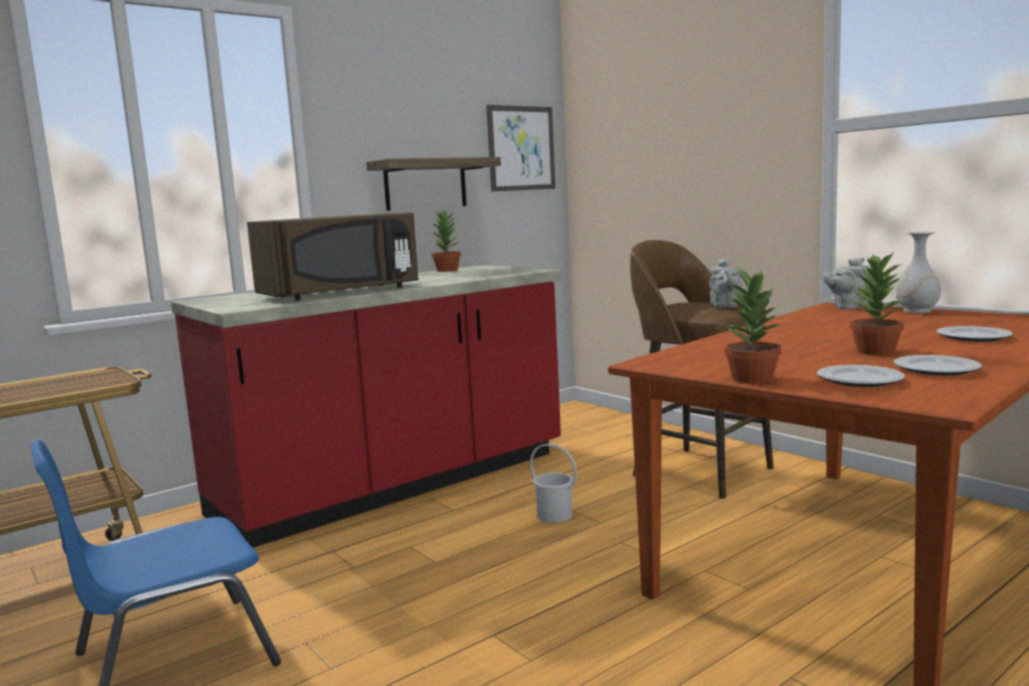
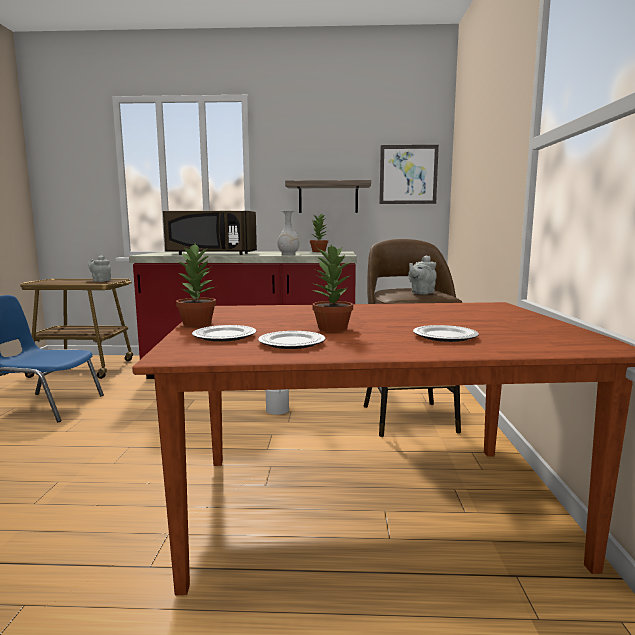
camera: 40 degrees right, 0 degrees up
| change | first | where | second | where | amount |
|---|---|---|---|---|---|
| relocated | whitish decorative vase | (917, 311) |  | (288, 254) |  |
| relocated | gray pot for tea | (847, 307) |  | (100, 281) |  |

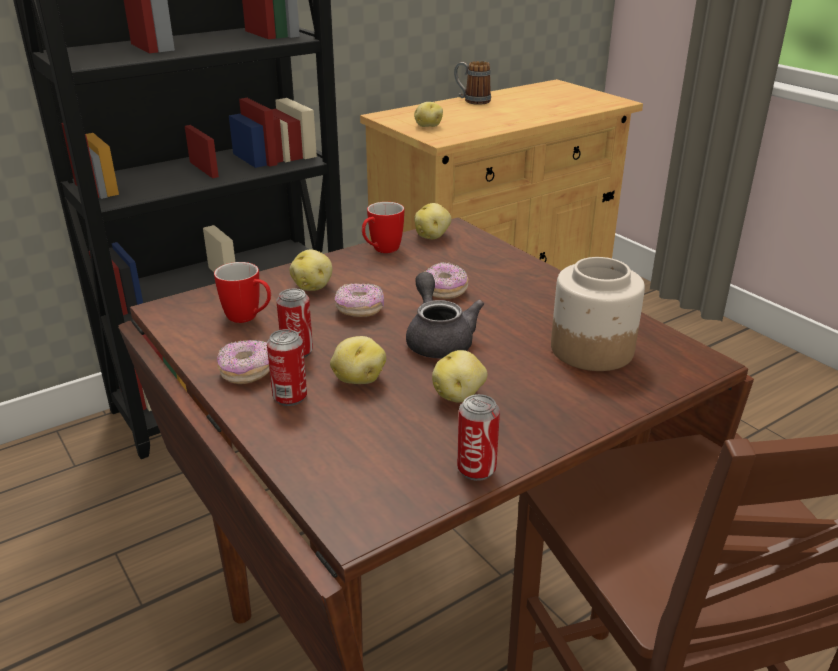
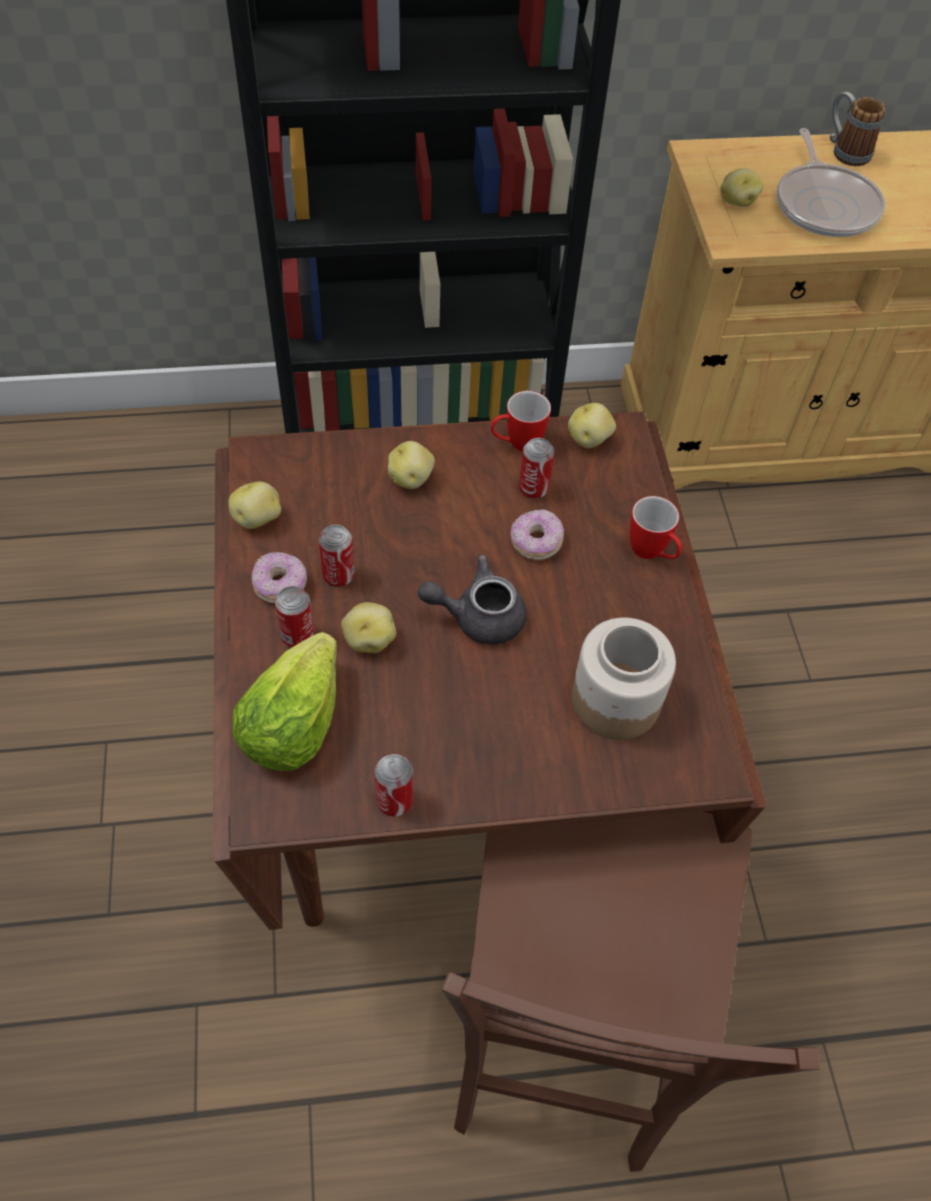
camera: 25 degrees right, 25 degrees up
| change | first | where | second | where | amount |
|---|---|---|---|---|---|
| relocated | coffee mug | (249, 318) |  | (652, 554) |  |
| spun | gray pot for tea | (438, 339) |  | (478, 616) | 105 degrees counterclockwise |
| missing | doughnut | (359, 310) |  |  |  |
| relocated | potato | (459, 395) |  | (258, 518) |  |
| appeared |  |  | skillet | (825, 205) |  |
| appeared |  |  | can | (533, 489) |  |
| appeared |  |  | head of lettuce | (292, 725) |  |

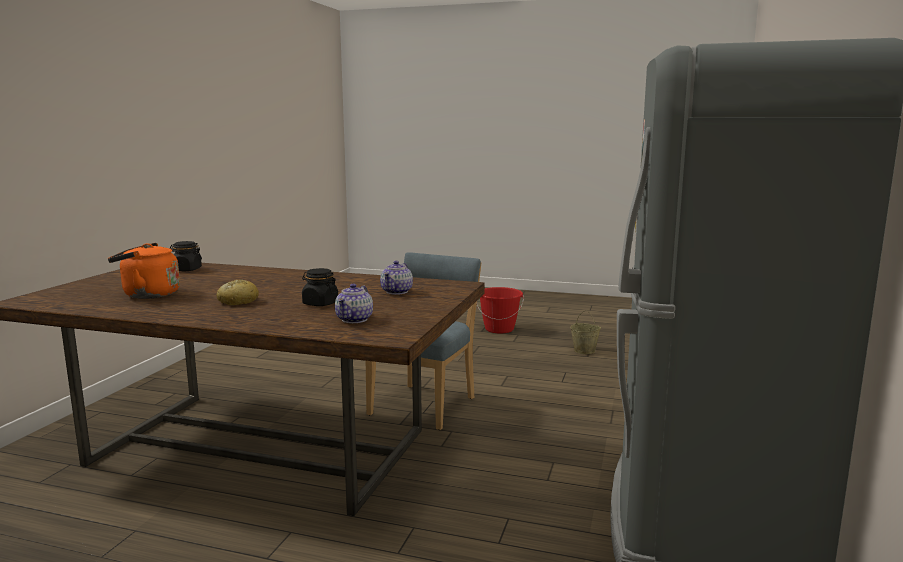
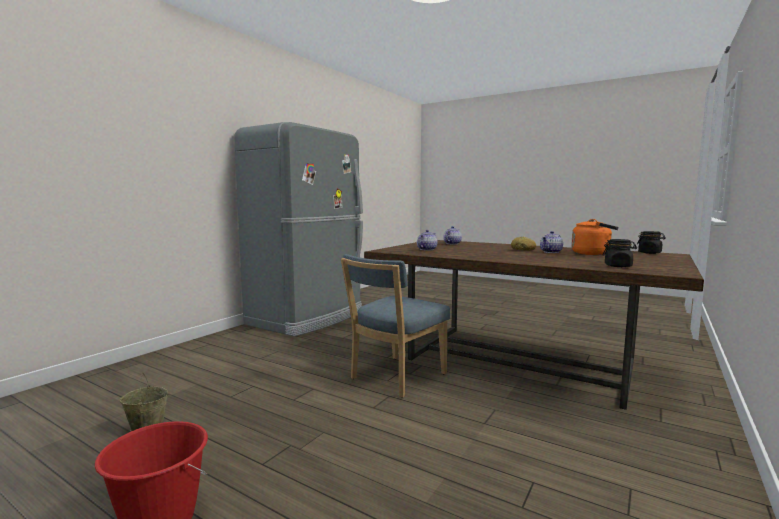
camera: 165 degrees left, 5 degrees down
| change | first | where | second | where | amount |
|---|---|---|---|---|---|
| relocated | black jar | (320, 303) |  | (650, 253) |  |
| appeared |  |  | pot for tea | (551, 252) |  |

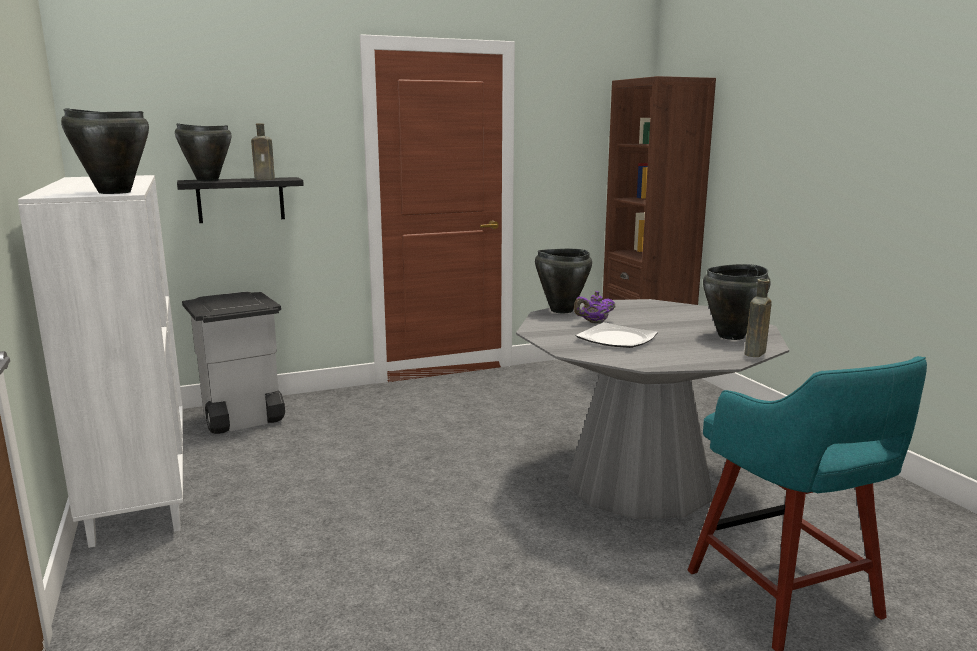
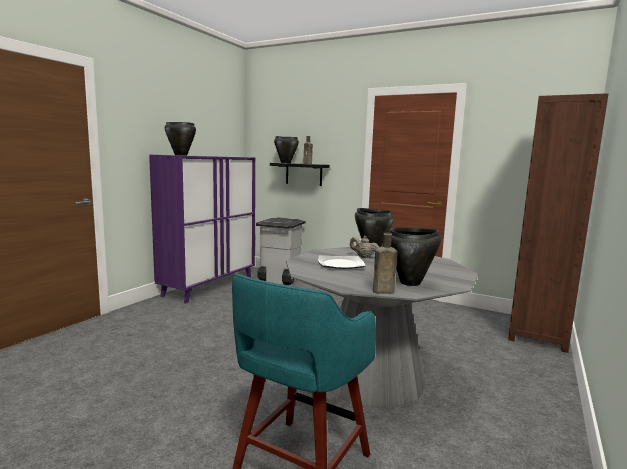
camera: 50 degrees right, 5 degrees down
| change | first | where | second | where | amount |
|---|---|---|---|---|---|
| colour | whitish cabinet | (140, 482) | purple-coloured cabinet | (209, 286) |  |
| colour | purple-coloured pot for tea | (594, 322) | sand-coloured pot for tea | (363, 257) |  |

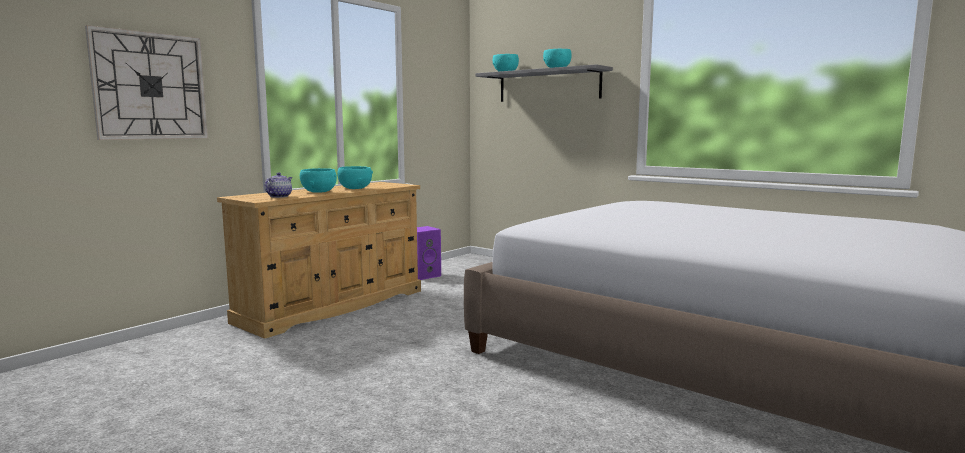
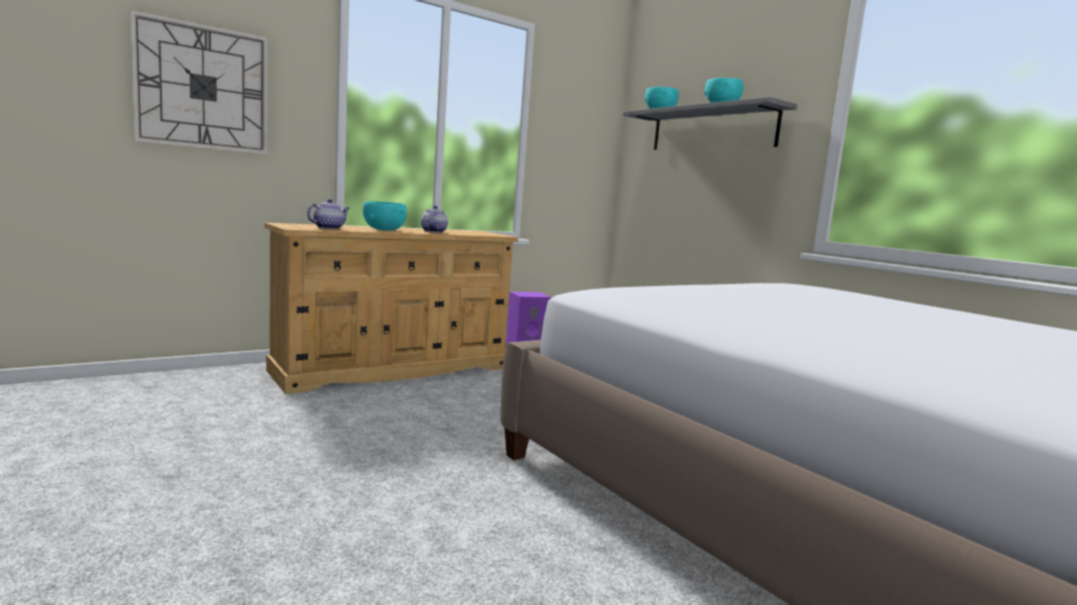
camera: 15 degrees right, 0 degrees up
| change | first | where | second | where | amount |
|---|---|---|---|---|---|
| exchanged | turquoise-coloured deep dish | (355, 188) | pot for tea | (433, 232) |  |

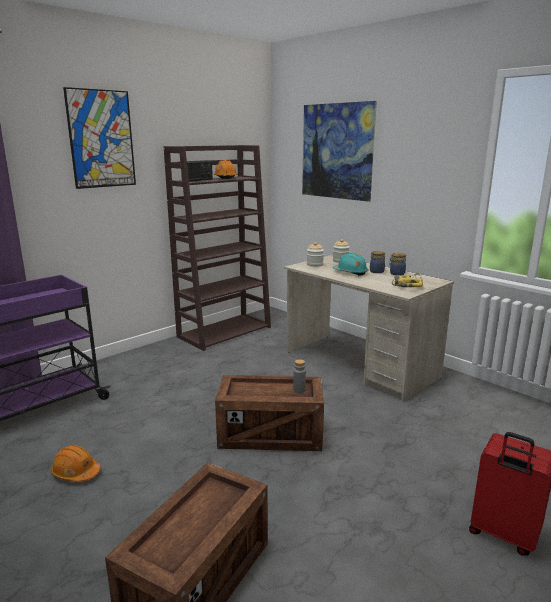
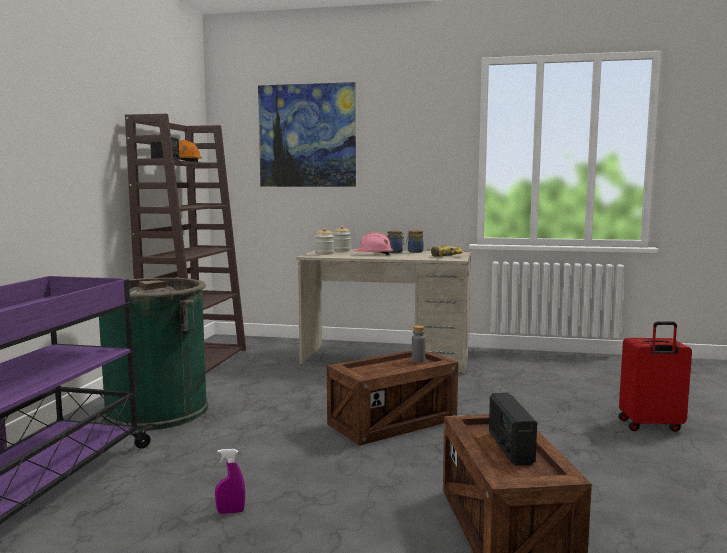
camera: 35 degrees left, 10 degrees down
| change | first | where | second | where | amount |
|---|---|---|---|---|---|
| missing | wall picture | (101, 139) |  |  |  |
| colour | turquoise-coloured work helmet | (350, 272) | pink-coloured work helmet | (373, 254) |  |
| exchanged | orange work helmet | (76, 472) | purple-coloured spray bottle | (230, 512) |  |
| appeared |  |  | green rubbish bin | (157, 411) |  |
| appeared |  |  | radio set | (509, 447) |  |

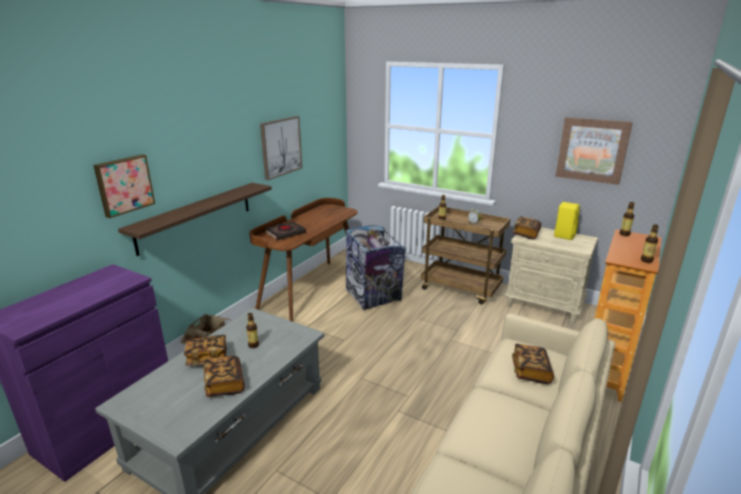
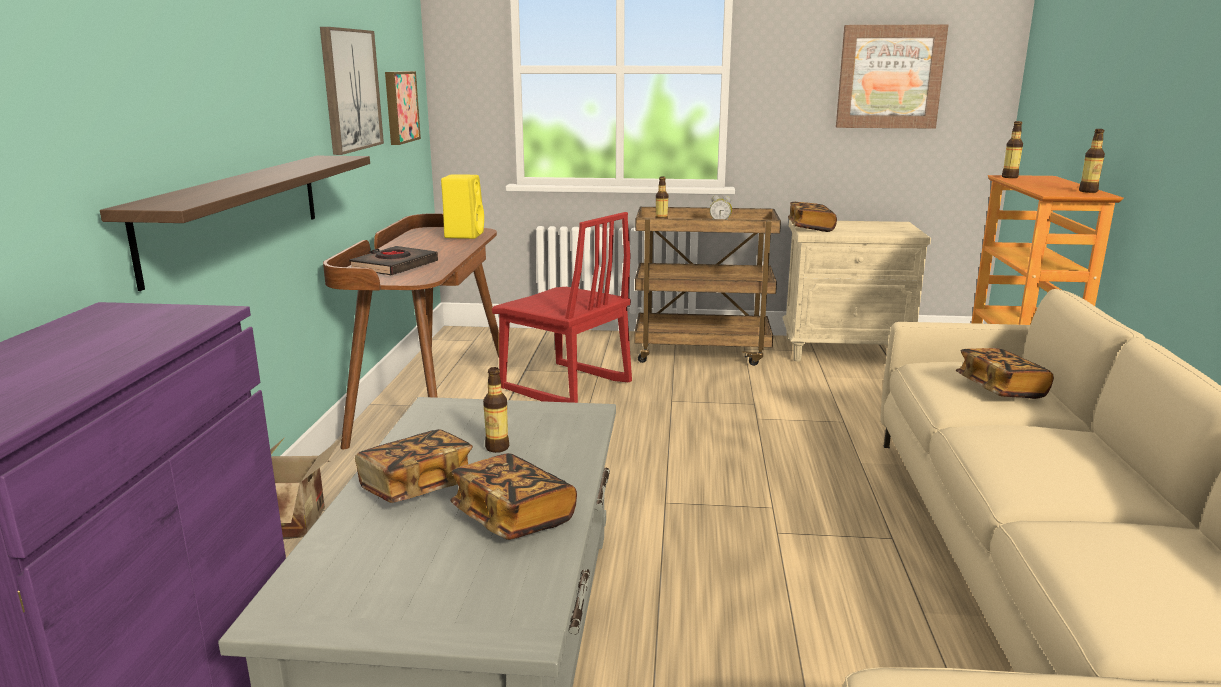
camera: 25 degrees left, 5 degrees down
| change | first | where | second | where | amount |
|---|---|---|---|---|---|
| relocated | wall picture | (124, 185) |  | (399, 107) |  |
| relocated | yellow-coloured loudspeaker | (564, 235) |  | (464, 235) |  |
| exchanged | rubbish bin | (373, 297) | red-coloured plain chair | (565, 386) |  |

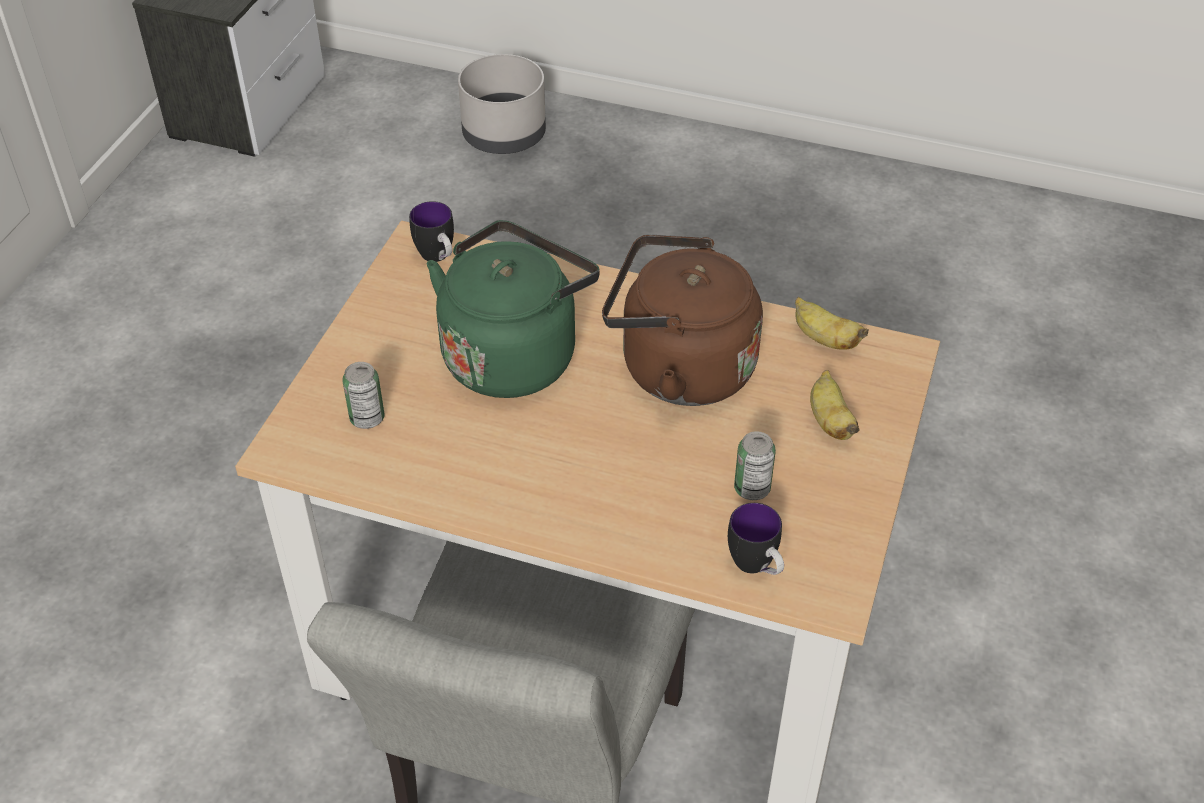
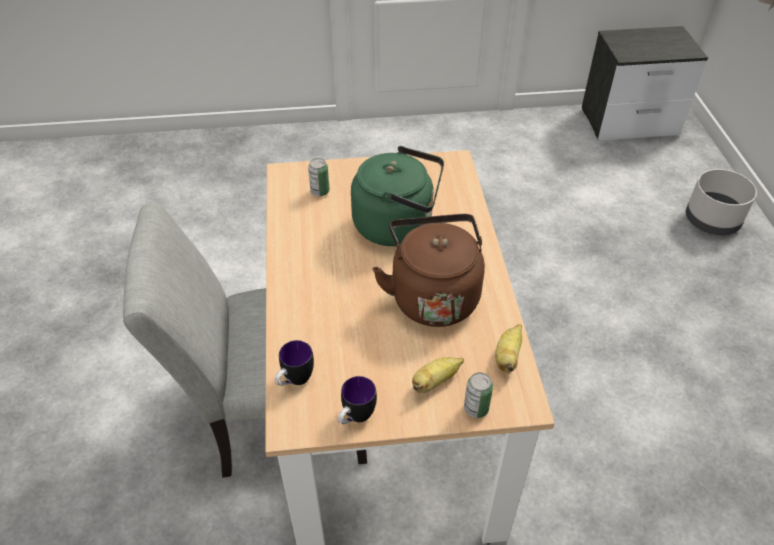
camera: 65 degrees right, 0 degrees up
| change | first | where | second | where | amount |
|---|---|---|---|---|---|
| relocated | coffee mug | (438, 258) |  | (355, 418) |  |
| relocated | can | (752, 489) |  | (476, 408) |  |

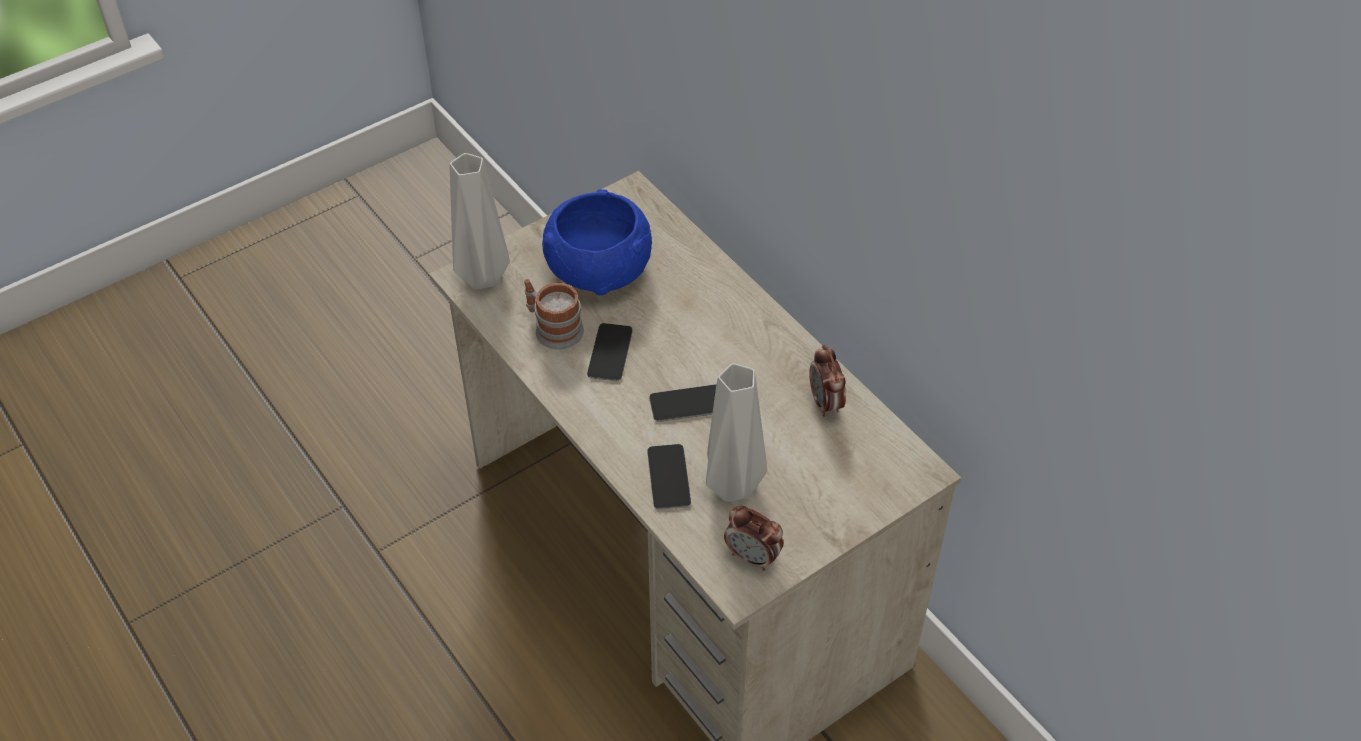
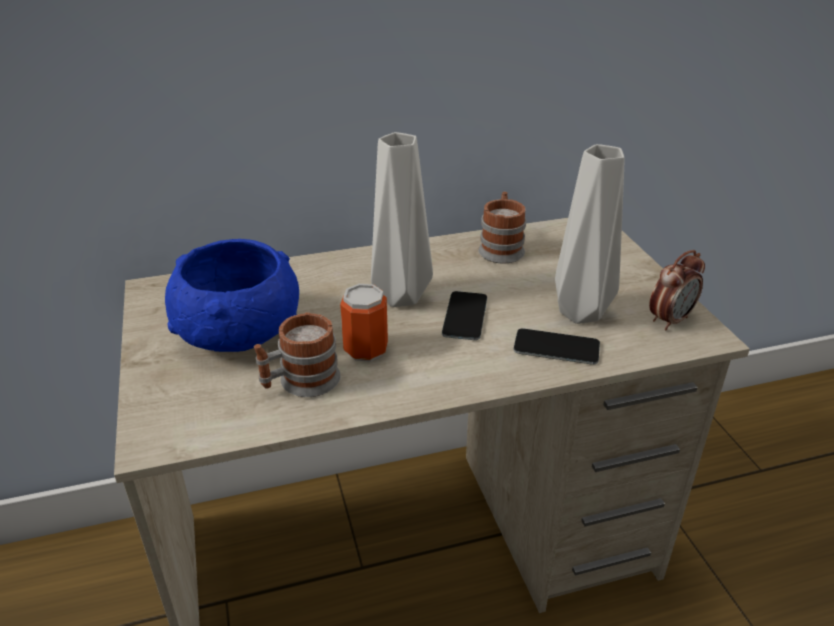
camera: 70 degrees left, 15 degrees down
| change | first | where | second | where | amount |
|---|---|---|---|---|---|
| relocated | gray decorative vase | (485, 277) |  | (402, 295) |  |
| exchanged | telephone | (610, 353) | can | (366, 349) |  |
| exchanged | alarm clock | (825, 403) | coffee mug | (501, 248) |  |

